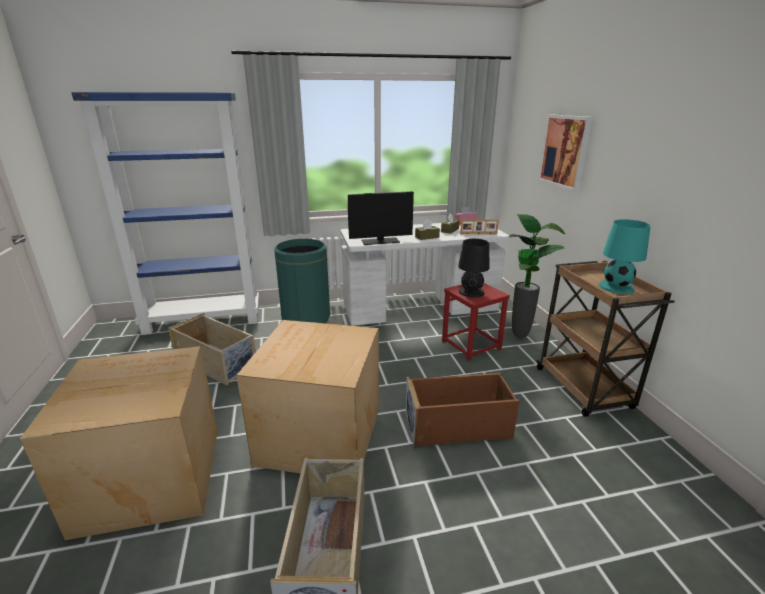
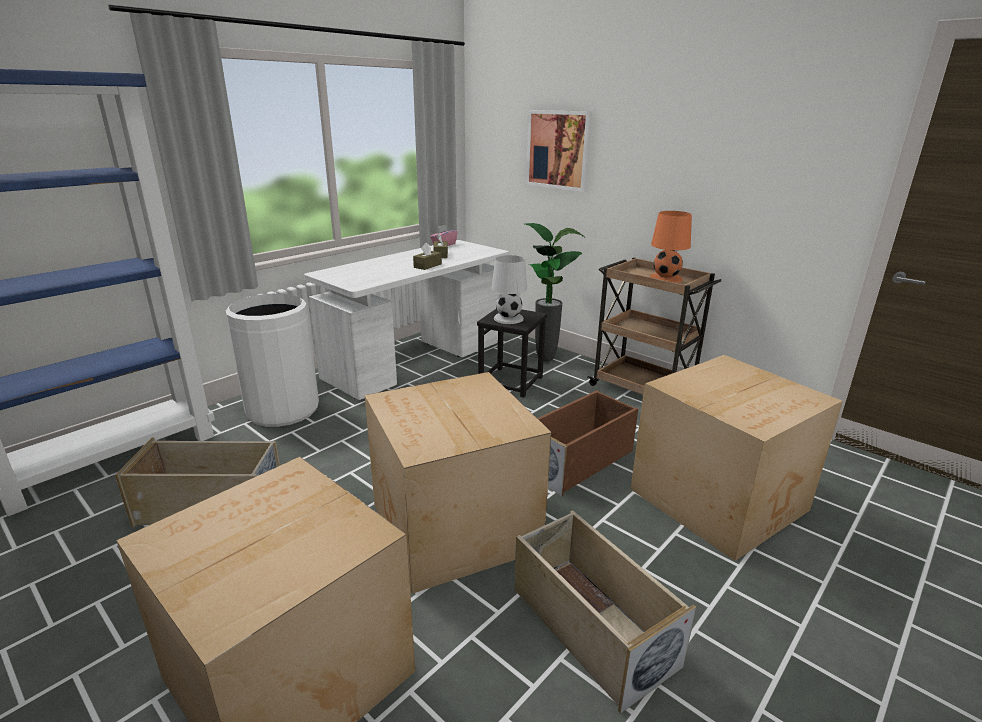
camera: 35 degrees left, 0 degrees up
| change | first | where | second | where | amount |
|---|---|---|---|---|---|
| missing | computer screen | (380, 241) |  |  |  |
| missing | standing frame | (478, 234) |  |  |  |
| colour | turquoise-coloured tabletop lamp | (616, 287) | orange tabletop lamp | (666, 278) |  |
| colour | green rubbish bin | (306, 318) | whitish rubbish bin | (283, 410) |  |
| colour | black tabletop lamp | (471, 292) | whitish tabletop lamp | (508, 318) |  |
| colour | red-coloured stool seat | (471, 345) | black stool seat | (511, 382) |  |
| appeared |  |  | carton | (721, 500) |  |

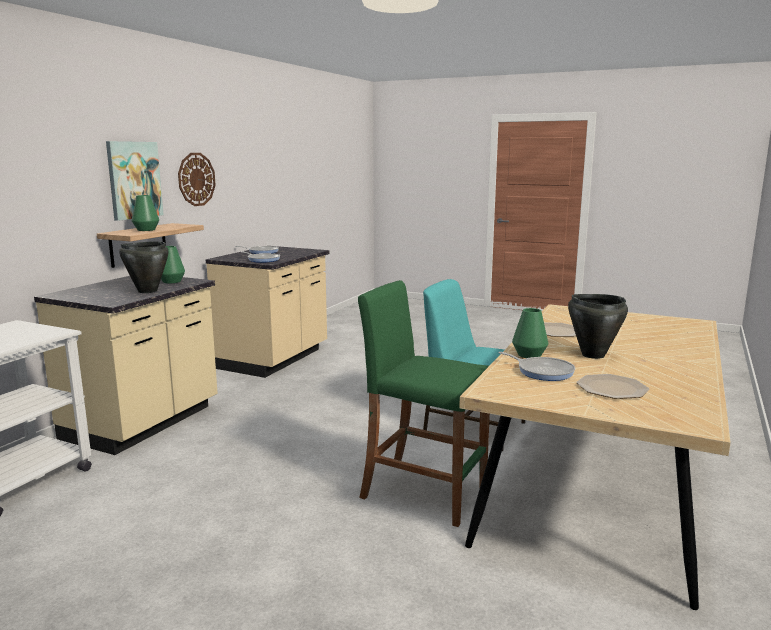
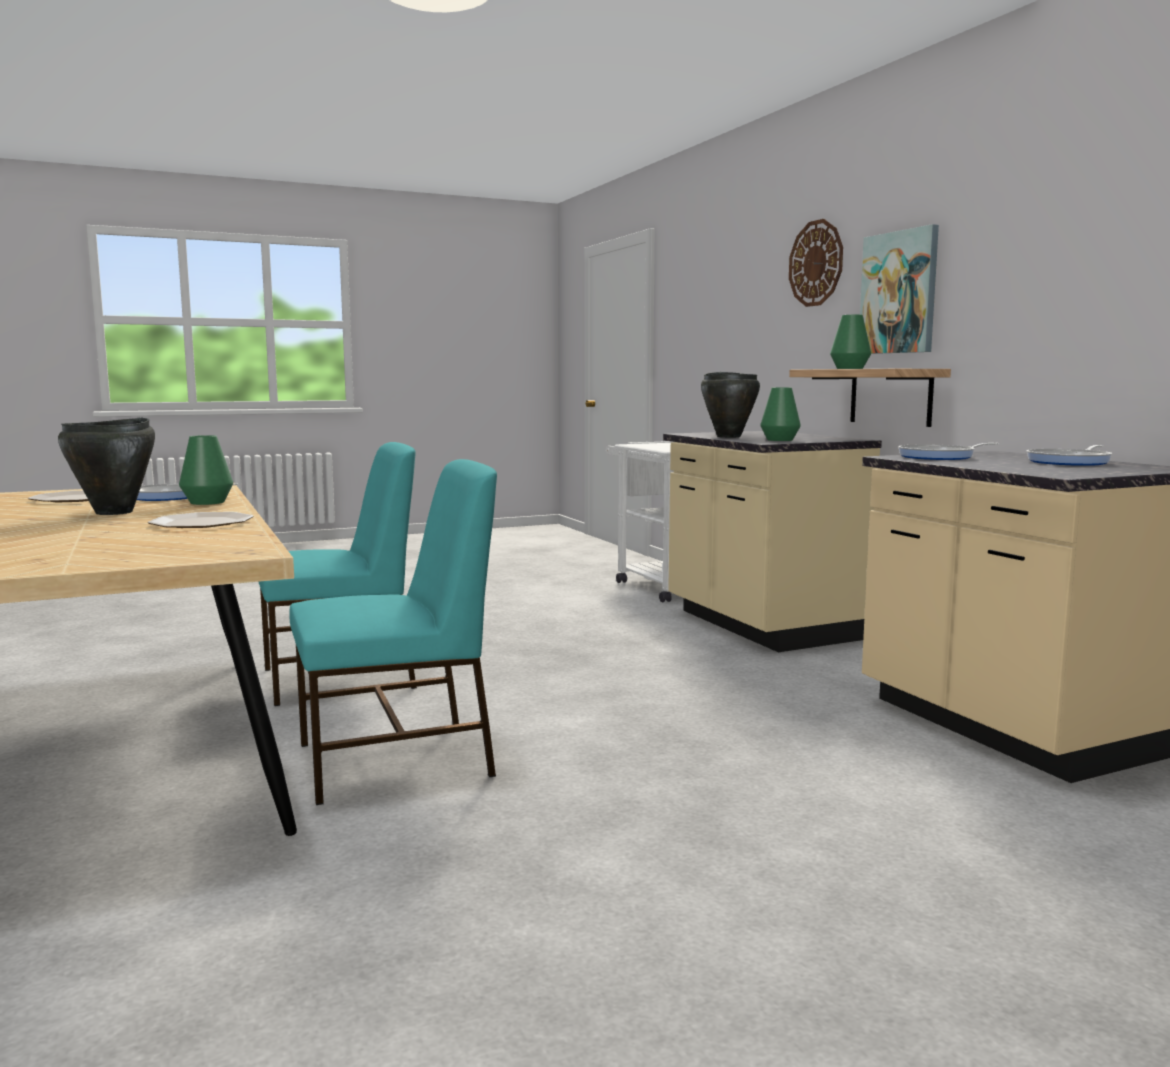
camera: 130 degrees right, 5 degrees down
| change | first | where | second | where | amount |
|---|---|---|---|---|---|
| relocated | hanging clock | (196, 179) |  | (816, 263) |  |
| exchanged | green stool seat | (423, 492) | turquoise-coloured plain chair | (342, 678) |  |

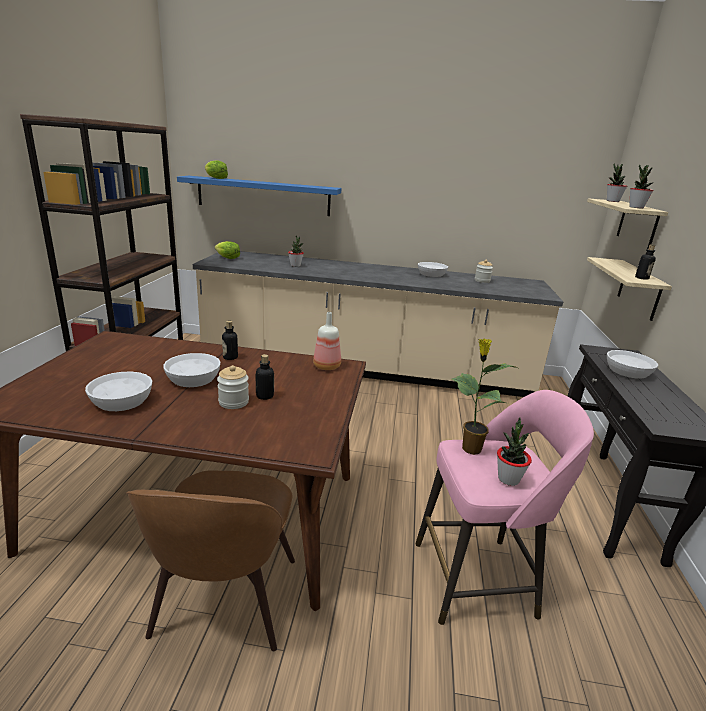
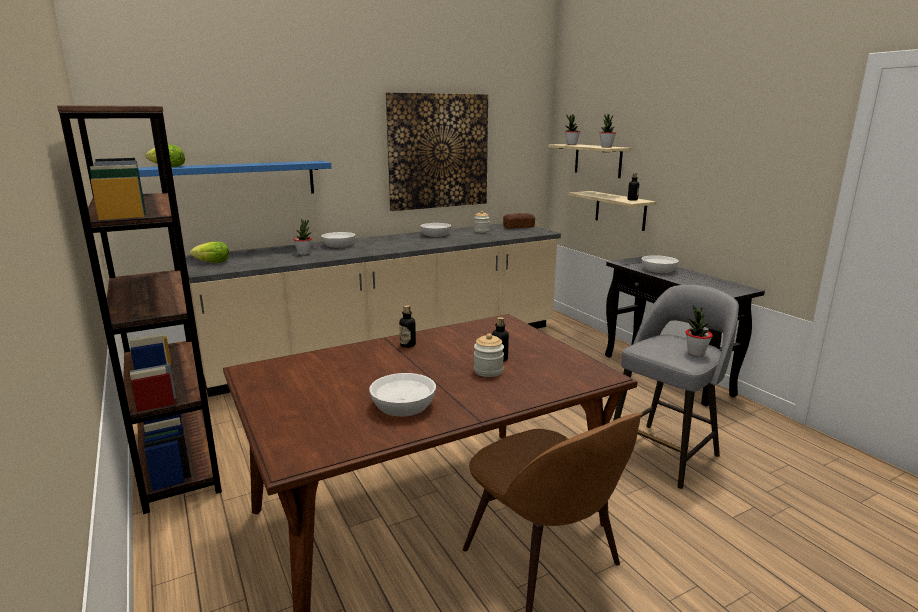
camera: 35 degrees left, 5 degrees down
| change | first | where | second | where | amount |
|---|---|---|---|---|---|
| missing | bottle | (327, 366) |  |  |  |
| missing | plant in a pot | (470, 448) |  |  |  |
| relocated | whitish deep dish | (193, 378) |  | (338, 245) |  |
| colour | pink-coloured stool seat | (477, 578) | gray stool seat | (665, 453) |  |
| appeared |  |  | wall picture | (438, 151) |  |
| appeared |  |  | baked bread | (518, 227) |  |

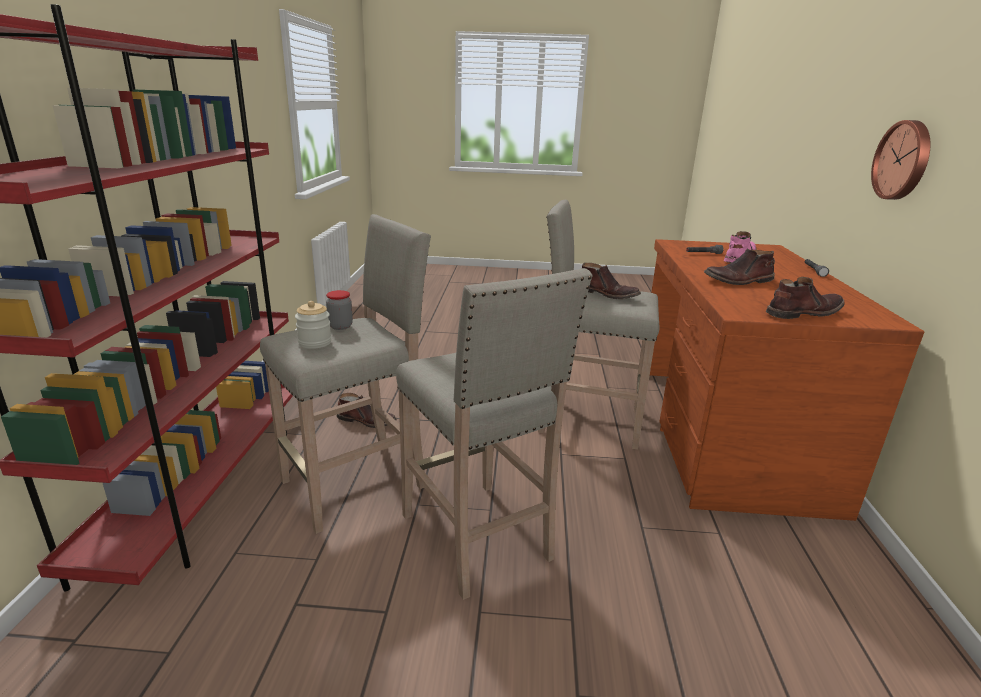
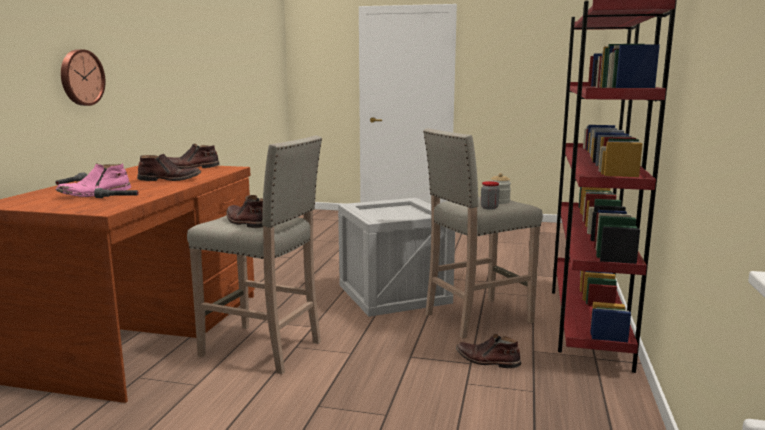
camera: 170 degrees left, 10 degrees down
| change | first | where | second | where | amount |
|---|---|---|---|---|---|
| exchanged | sand-coloured stool seat | (477, 538) | shipping crate | (394, 293) |  |

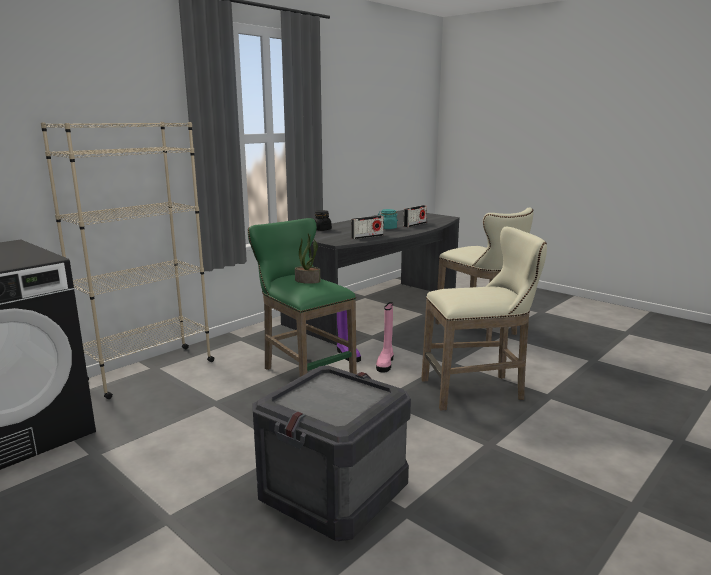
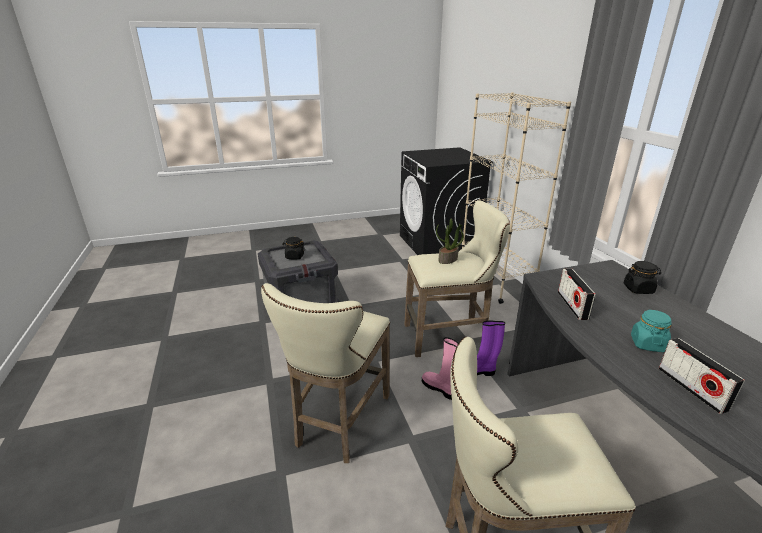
camera: 120 degrees right, 10 degrees up
| change | first | where | second | where | amount |
|---|---|---|---|---|---|
| colour | green stool seat | (304, 373) | sand-coloured stool seat | (450, 337) |  |
| appeared |  |  | black jar | (294, 256) |  |

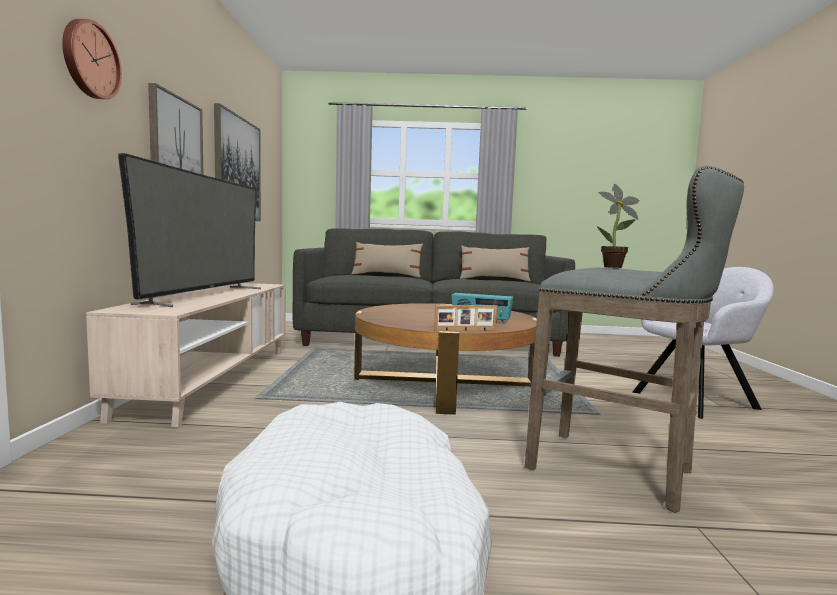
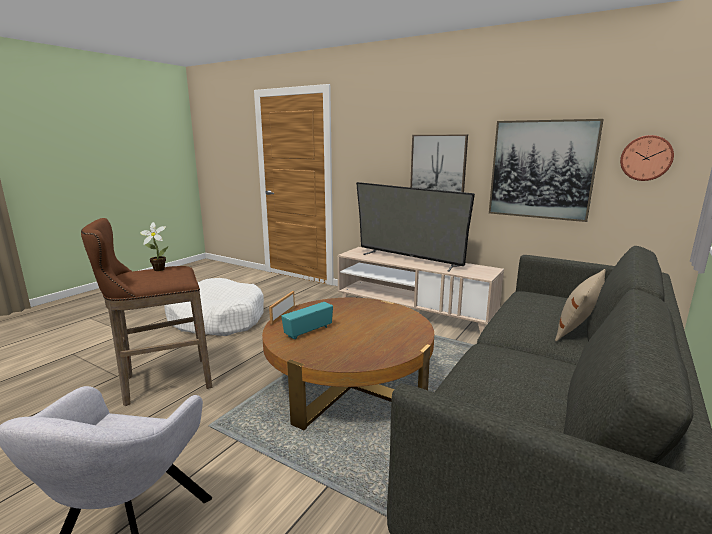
camera: 120 degrees right, 10 degrees up
| change | first | where | second | where | amount |
|---|---|---|---|---|---|
| relocated | hanging clock | (90, 60) |  | (646, 158) |  |
| colour | gray stool seat | (618, 471) | brownish stool seat | (162, 383) |  |
| missing | sand-coloured throw pillow | (494, 279) |  |  |  |

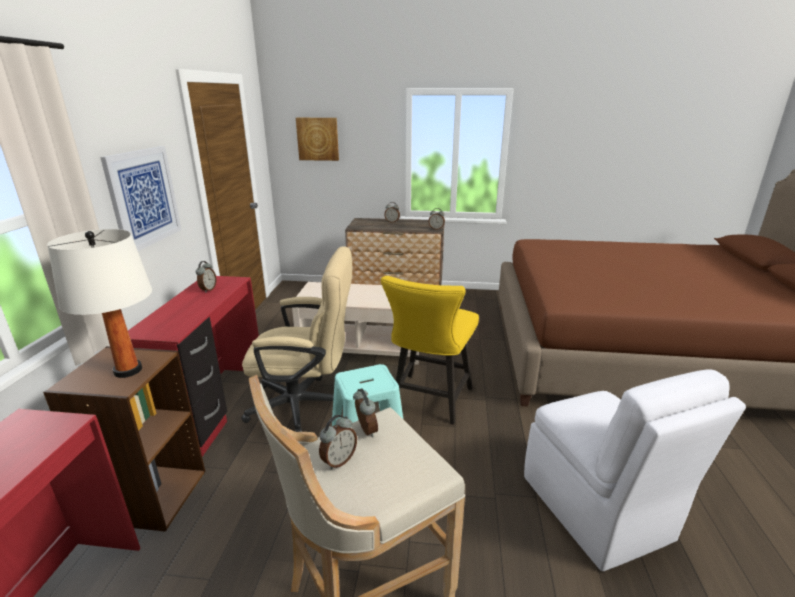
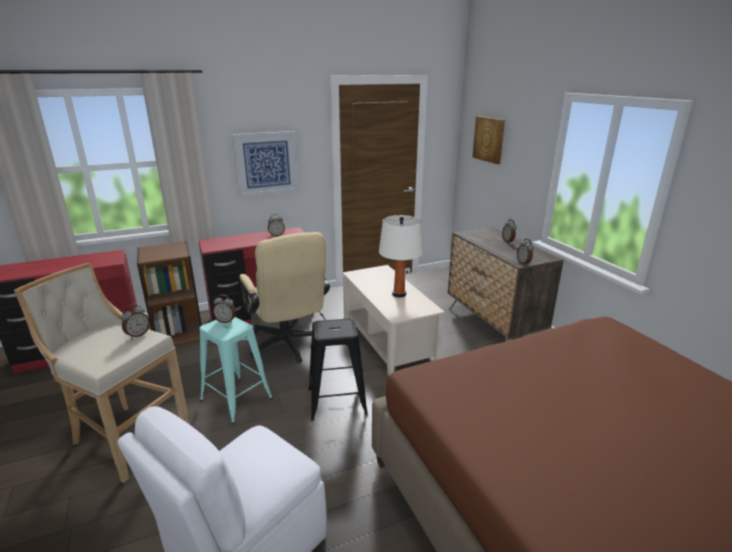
camera: 60 degrees right, 0 degrees up
| change | first | where | second | where | amount |
|---|---|---|---|---|---|
| relocated | whitish tabletop lamp | (128, 370) |  | (399, 294) |  |
| exchanged | yellow-coloured plain chair | (429, 402) | black stool seat | (337, 401) |  |
| relocated | alarm clock | (338, 460) |  | (226, 321) |  |

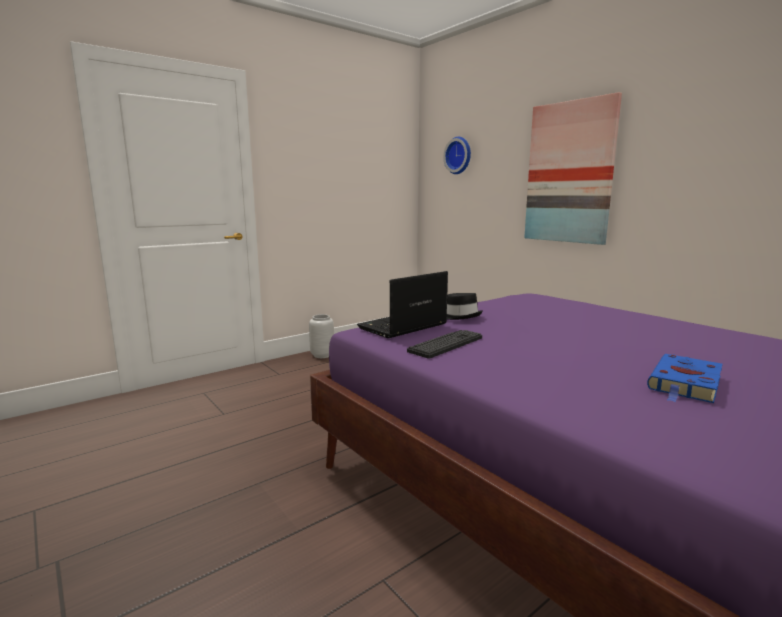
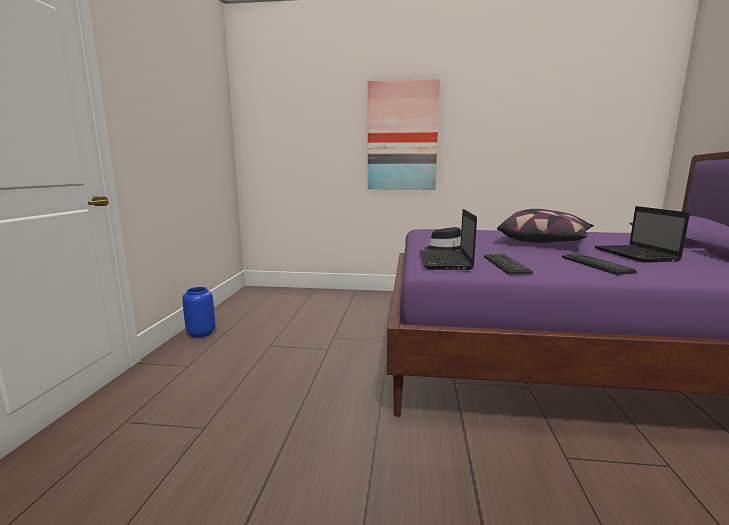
camera: 45 degrees left, 0 degrees up
| change | first | where | second | where | amount |
|---|---|---|---|---|---|
| missing | hanging clock | (459, 155) |  |  |  |
| colour | gray decorative vase | (322, 355) | bluish decorative vase | (201, 333) |  |
| exchanged | bluish volume | (685, 384) | portable computer | (636, 255) |  |
| appeared |  |  | throw pillow | (544, 242) |  |
| appeared |  |  | PC keyboard | (596, 265) |  |

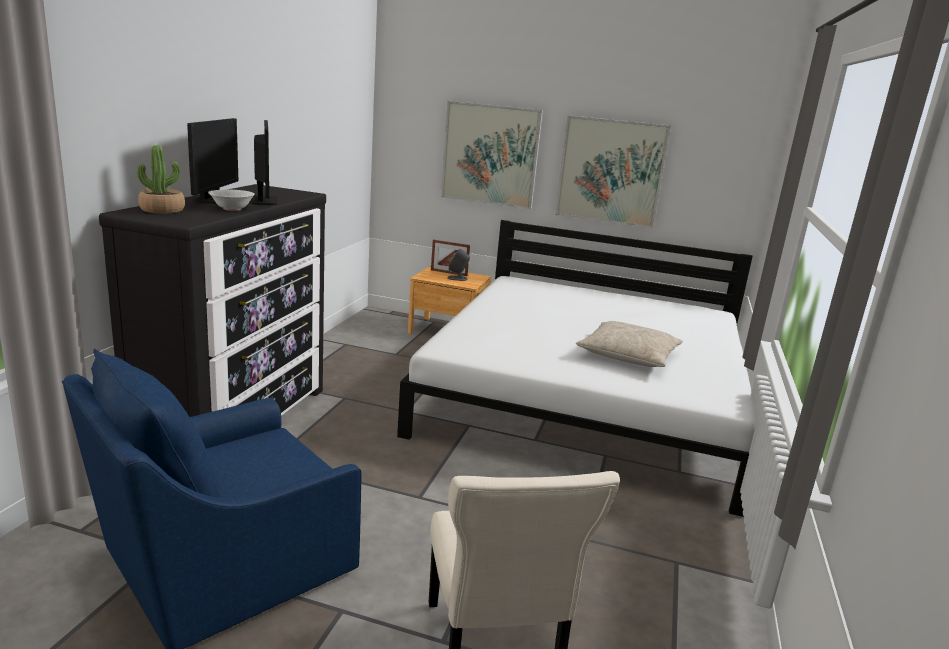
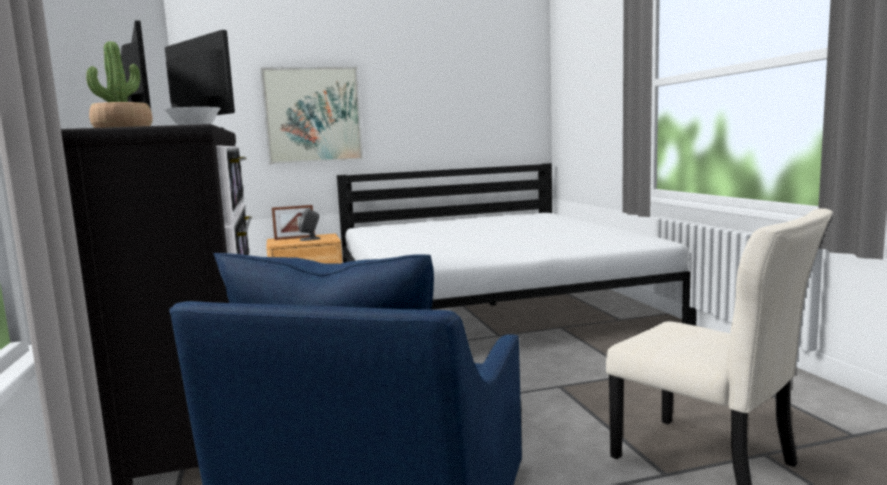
camera: 30 degrees left, 10 degrees down
| change | first | where | second | where | amount |
|---|---|---|---|---|---|
| missing | wall picture | (611, 171) |  |  |  |
| missing | sand-coloured throw pillow | (628, 355) |  |  |  |

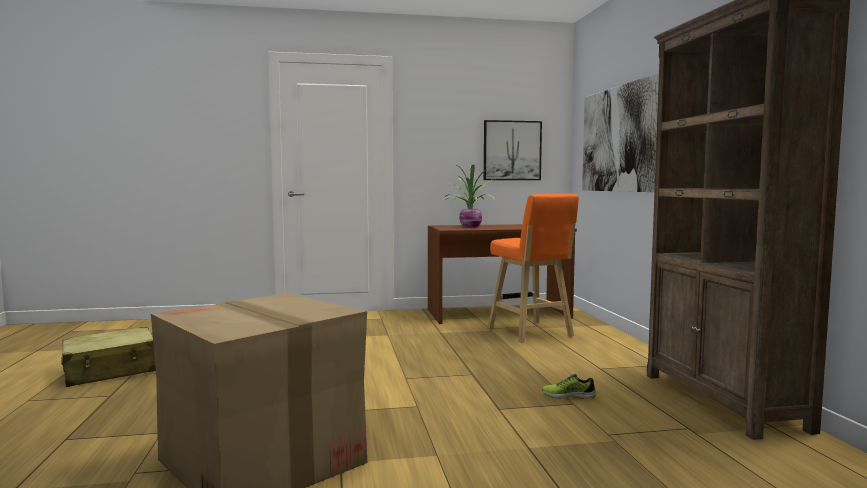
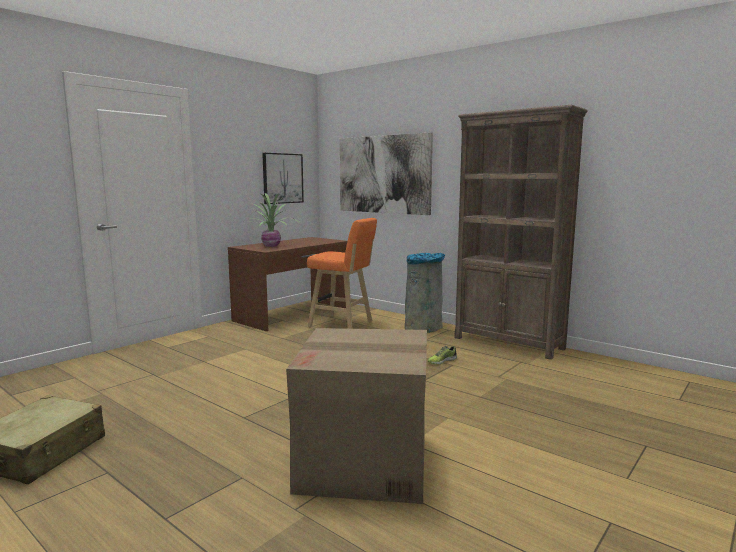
camera: 40 degrees left, 5 degrees up
| change | first | where | second | where | amount |
|---|---|---|---|---|---|
| appeared |  |  | gray rubbish bin | (423, 327) |  |

